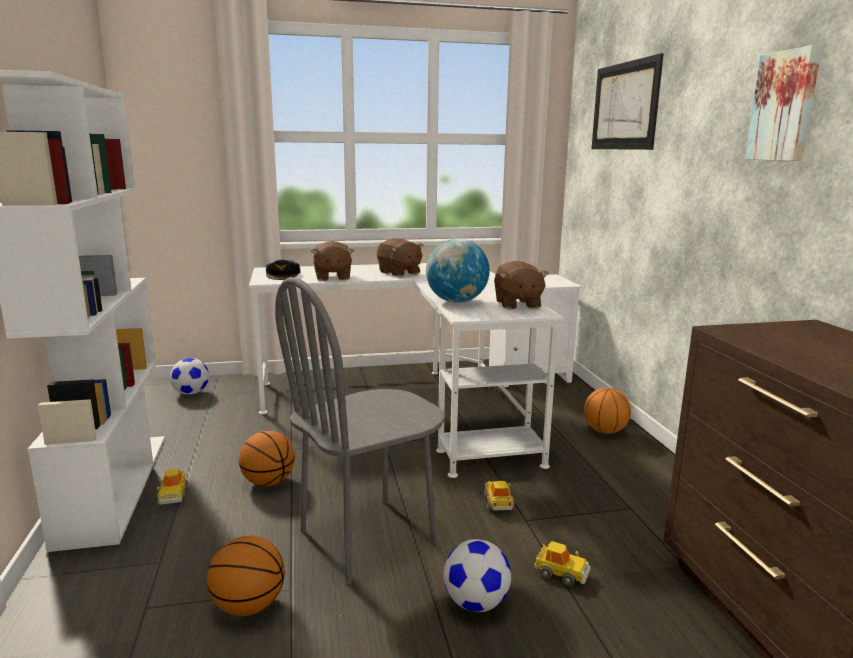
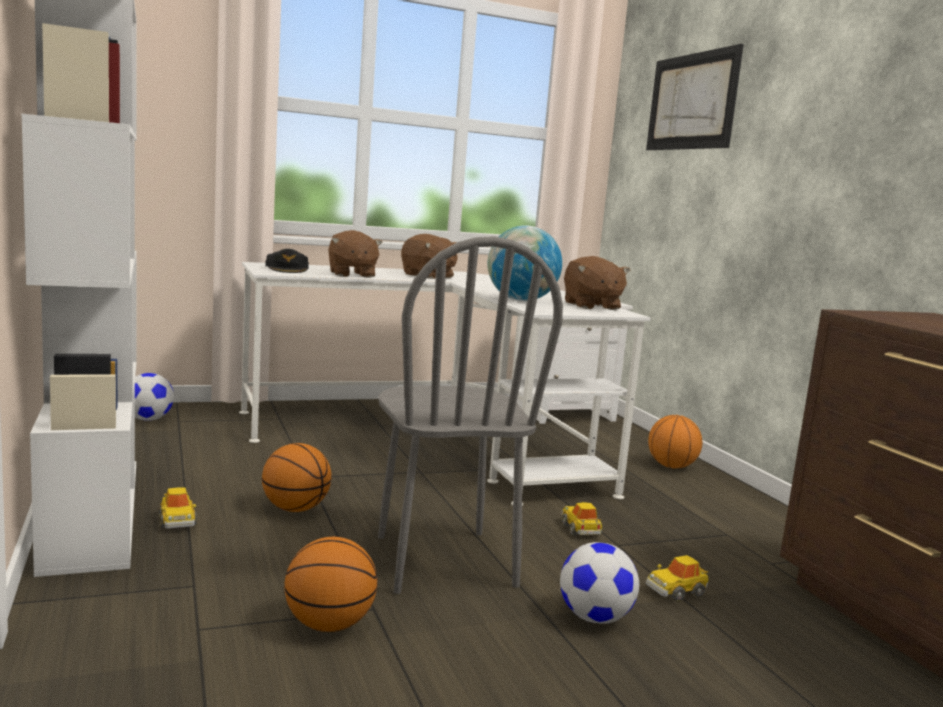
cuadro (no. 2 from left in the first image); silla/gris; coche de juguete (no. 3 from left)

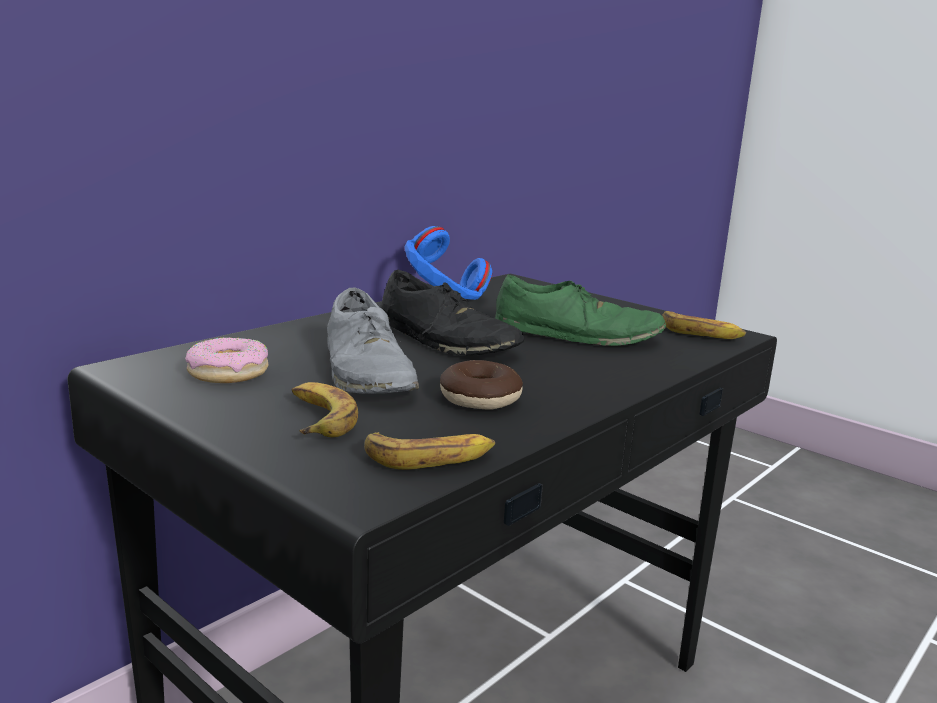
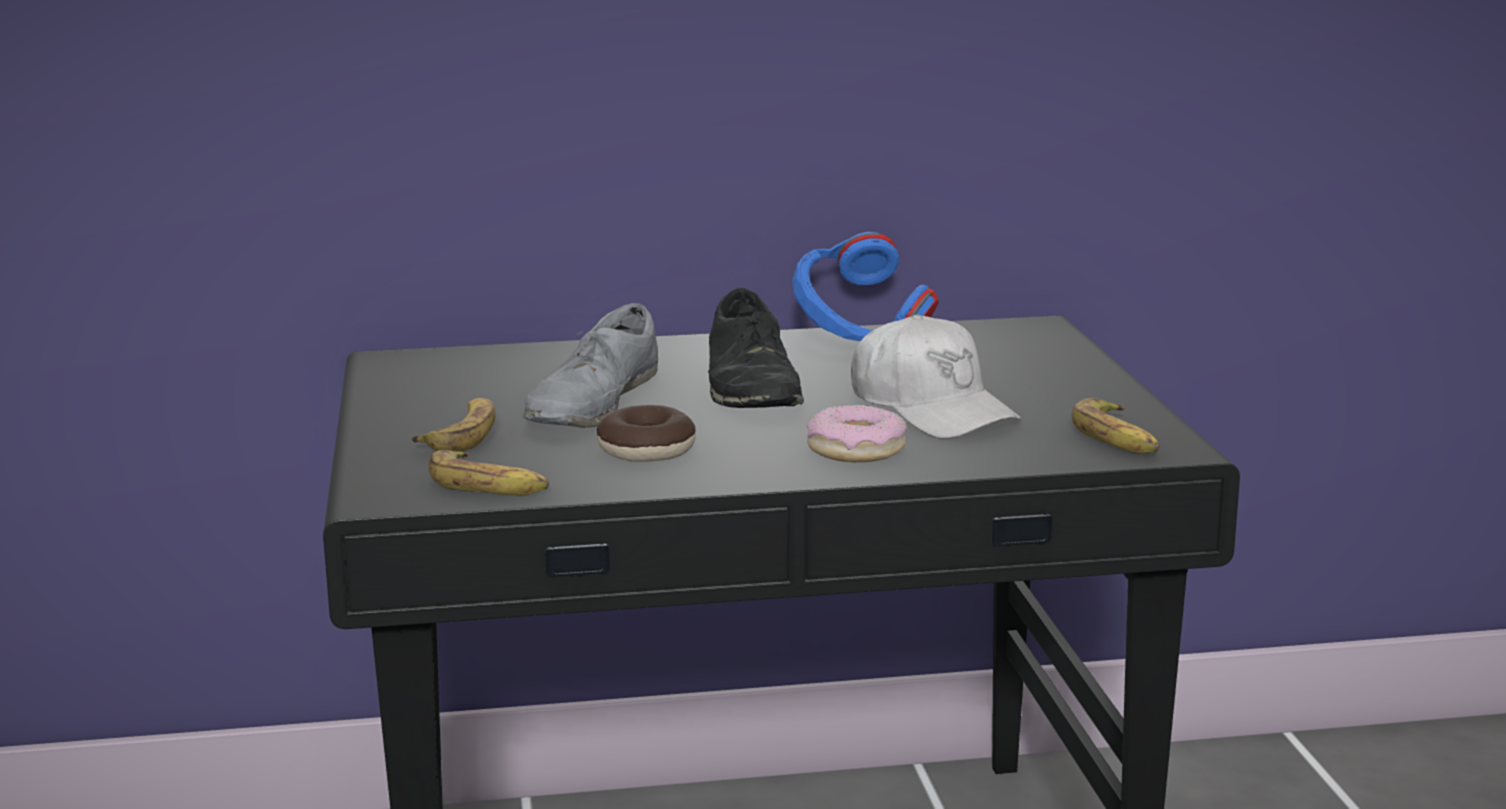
rosquilla (no. 2 from left); gorra/blanco

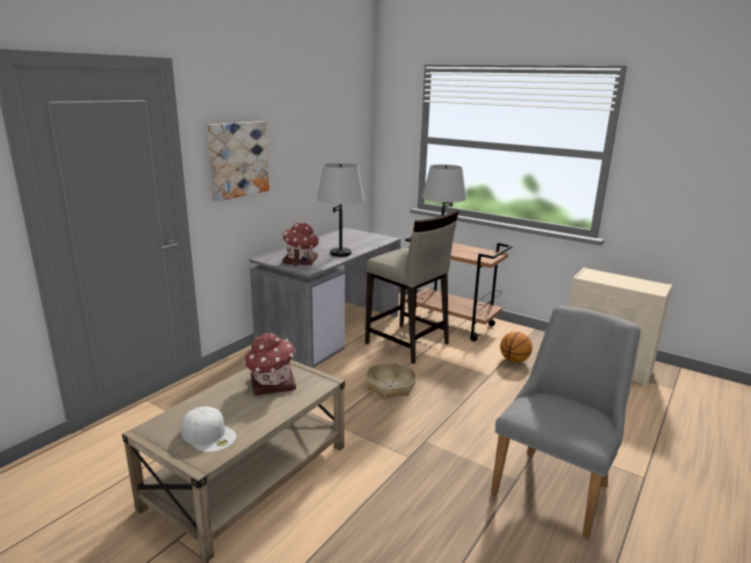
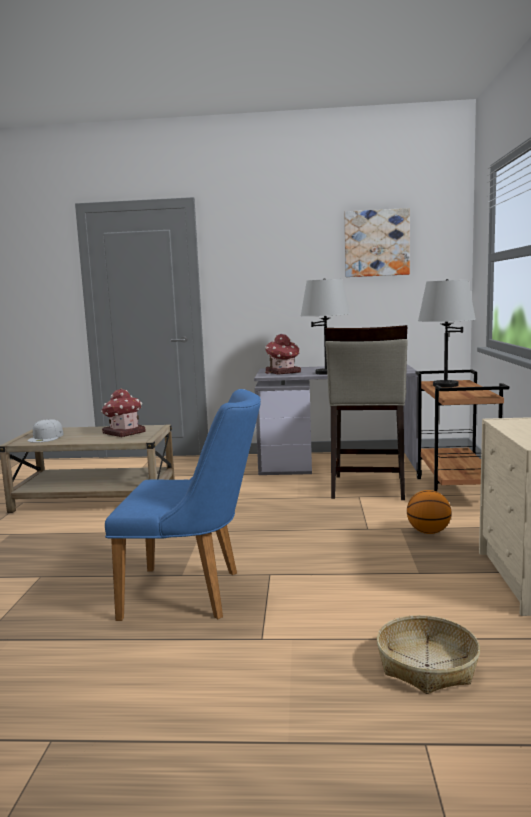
cuadro; cesta; silla/azul

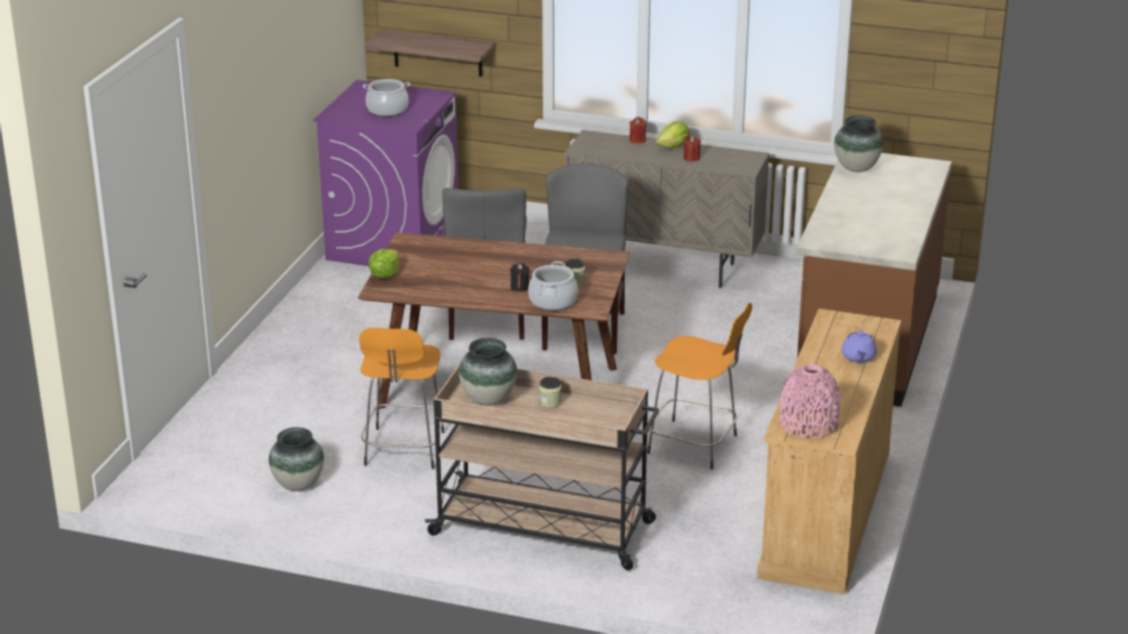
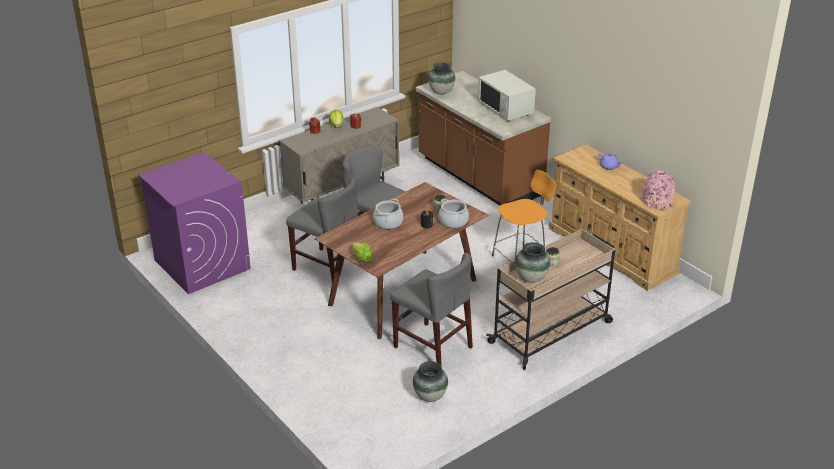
estante; microondas/blanco; olla (no. 1 from left); silla/gris (no. 3 from left)

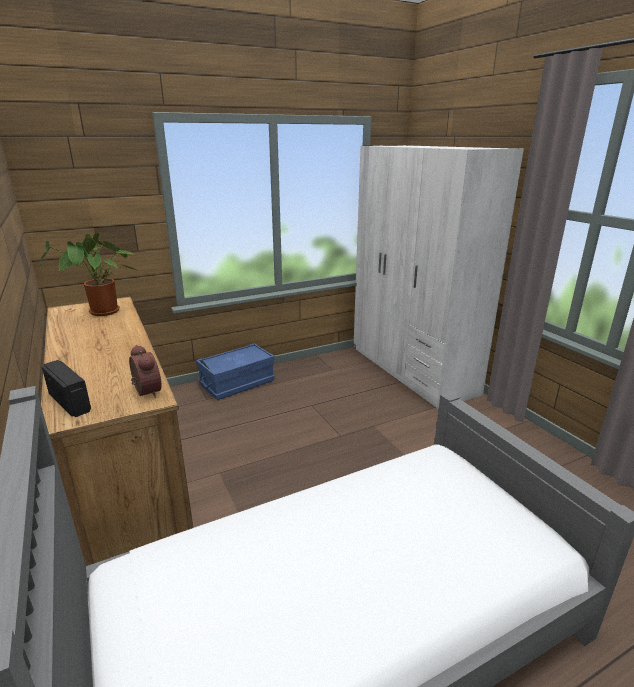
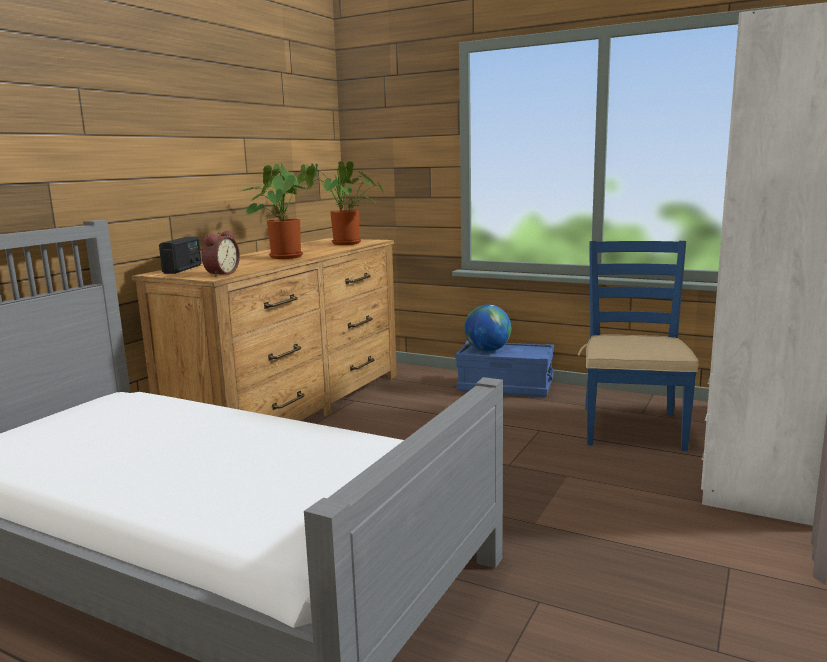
planta en maceta (no. 1 from left); globo terráqueo; silla/azul

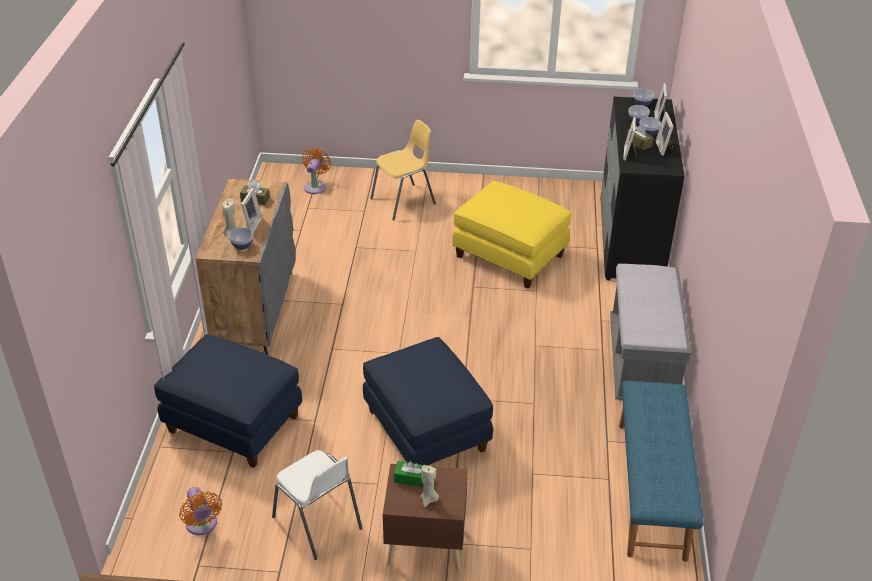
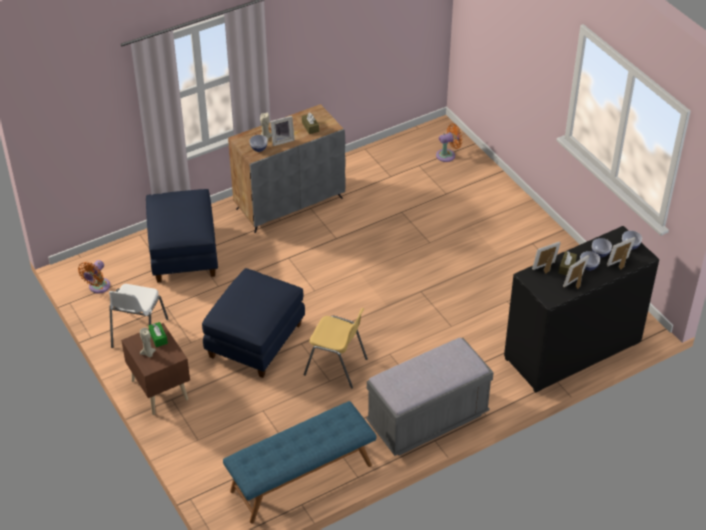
puf/amarillo; silla/amarillo

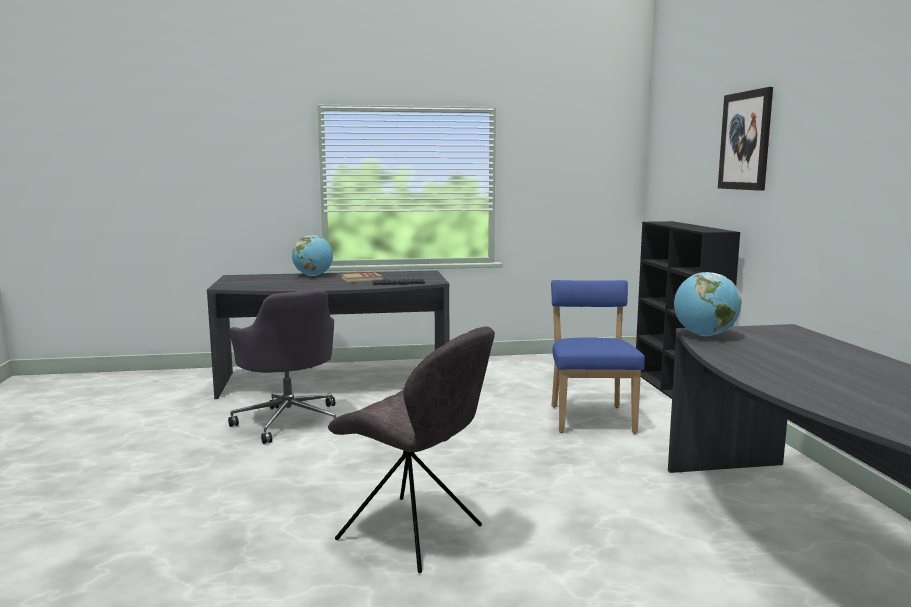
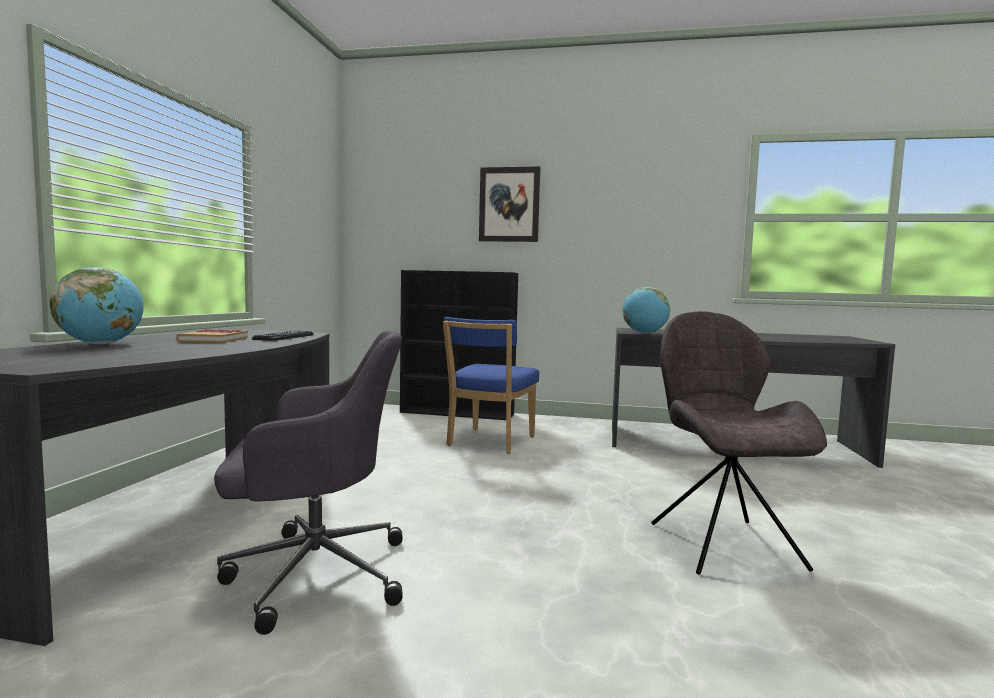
silla/gris; silla/azul

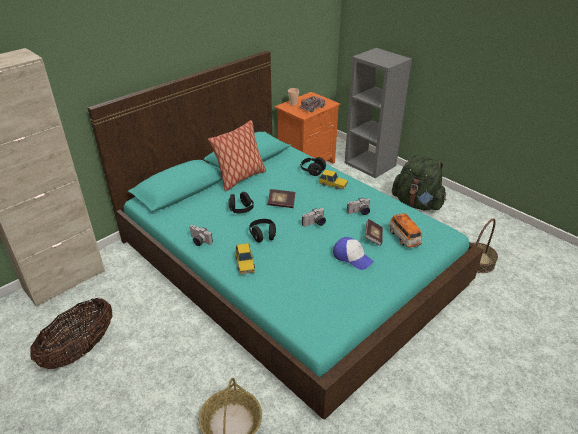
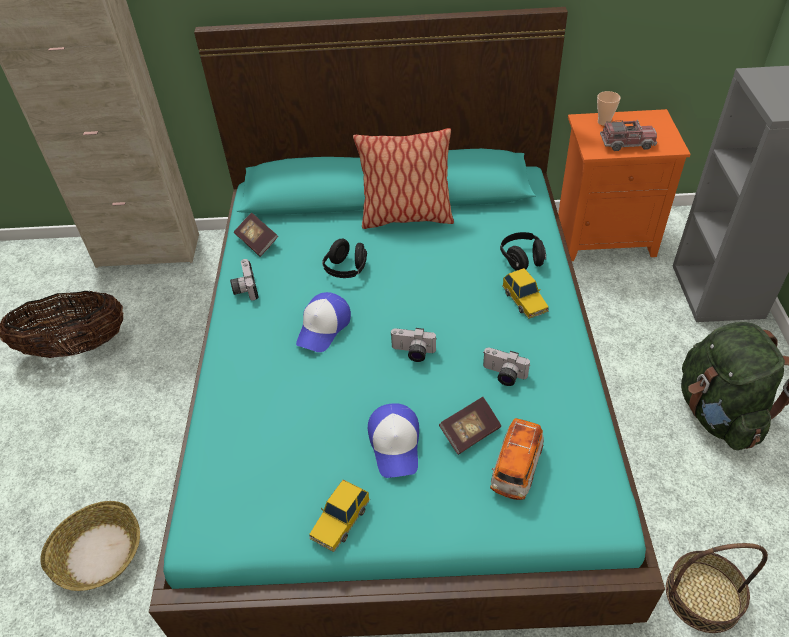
coche de juguete (no. 1 from left); libro (no. 1 from left); gorra (no. 1 from left)

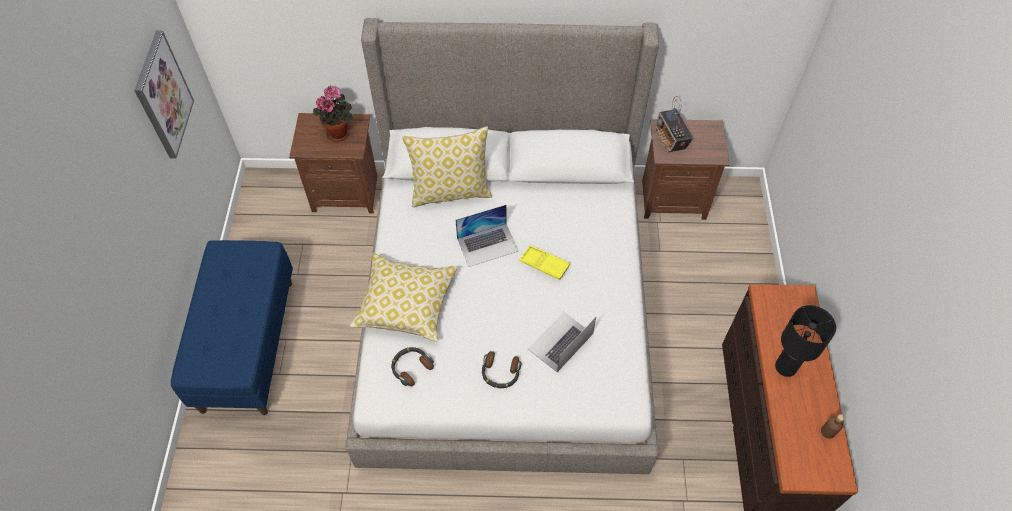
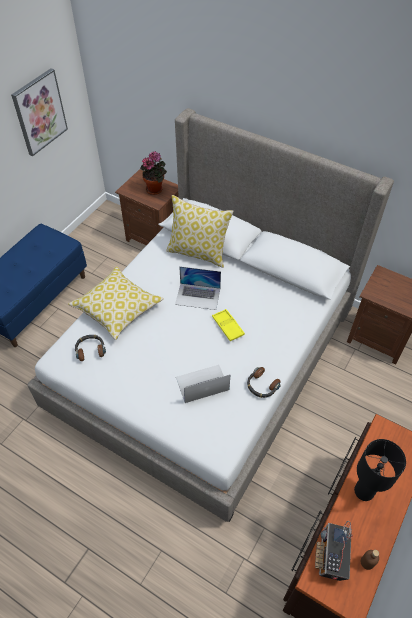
auriculares (no. 2 from left); radio

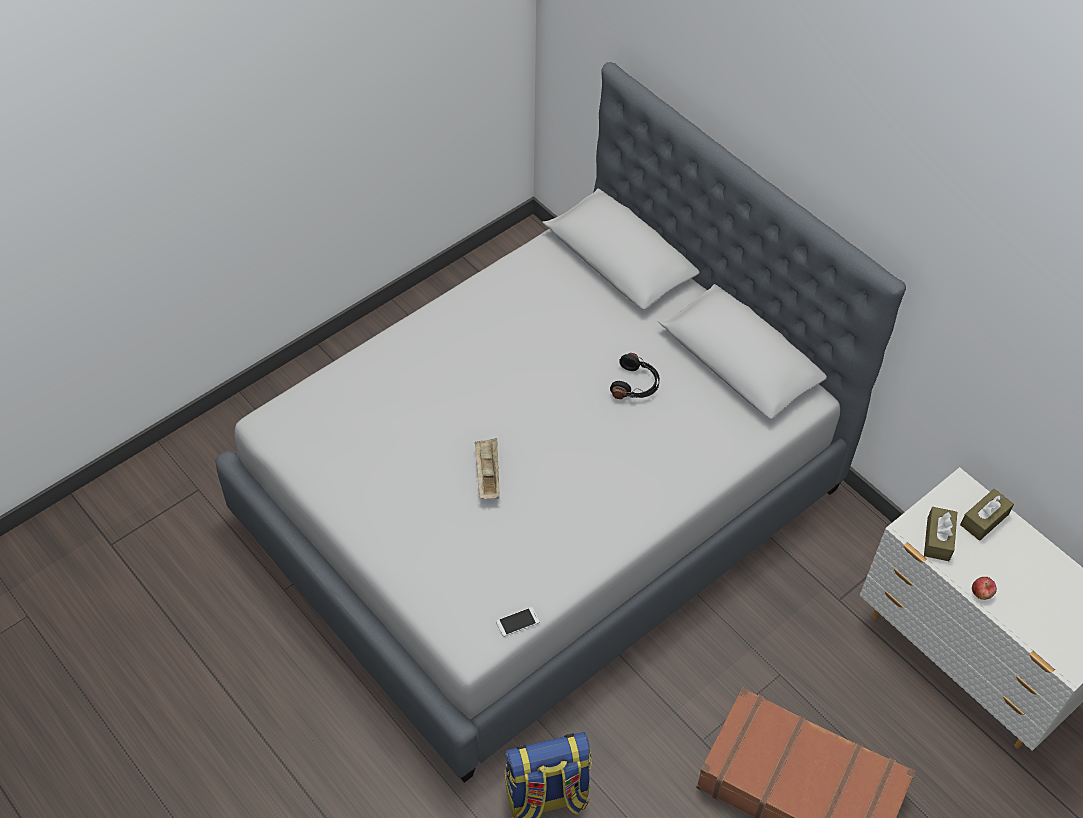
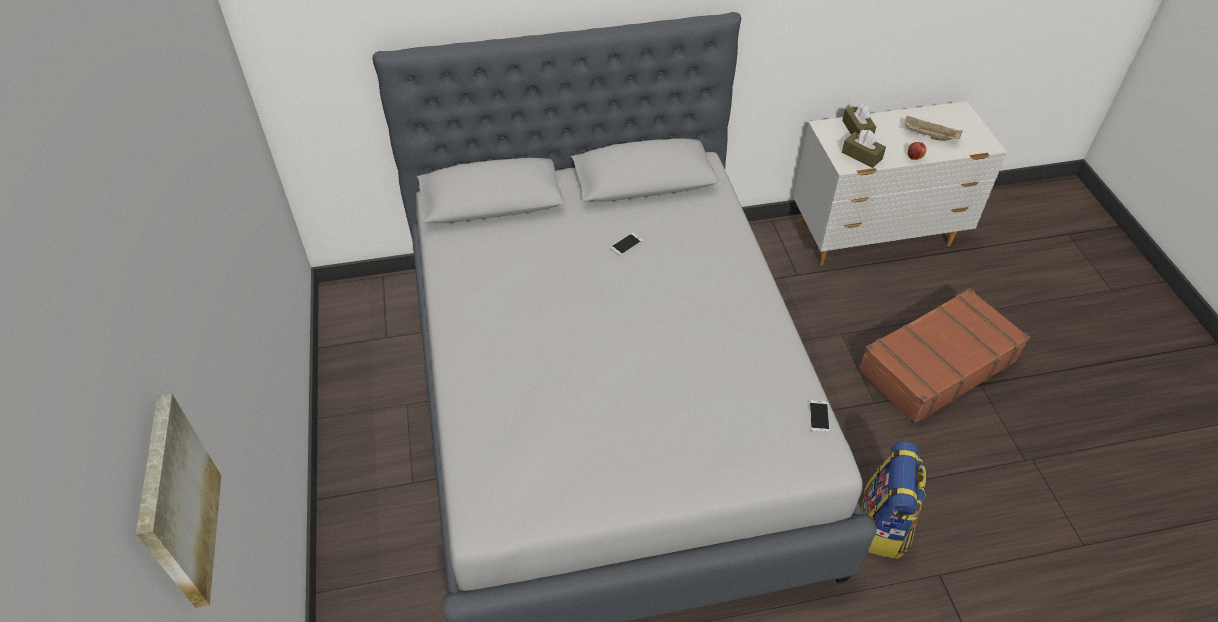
cuadro; bandeja/beis; móvil (no. 1 from left)

